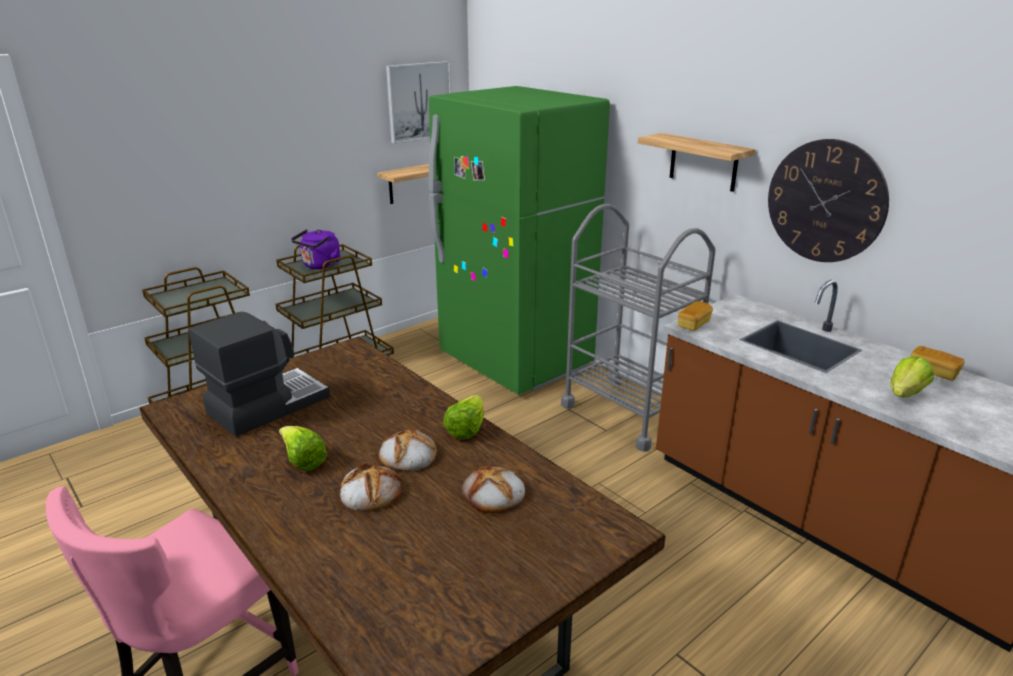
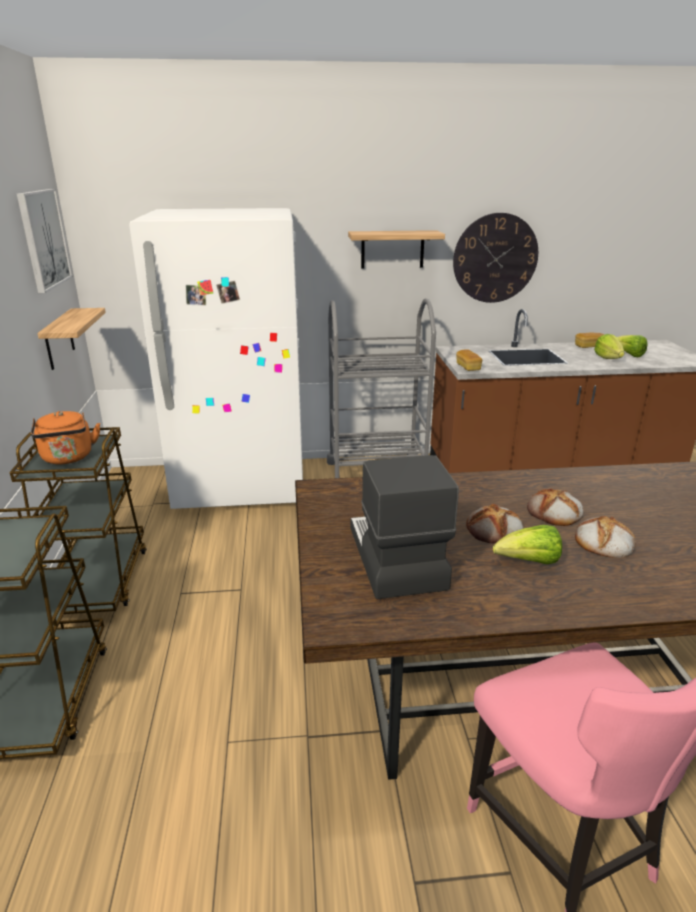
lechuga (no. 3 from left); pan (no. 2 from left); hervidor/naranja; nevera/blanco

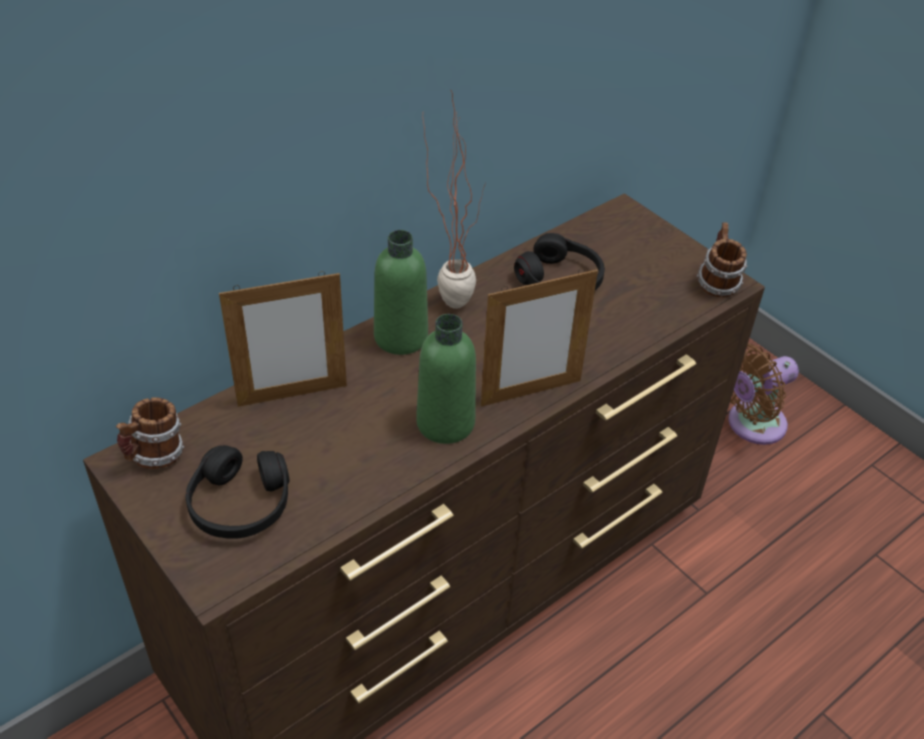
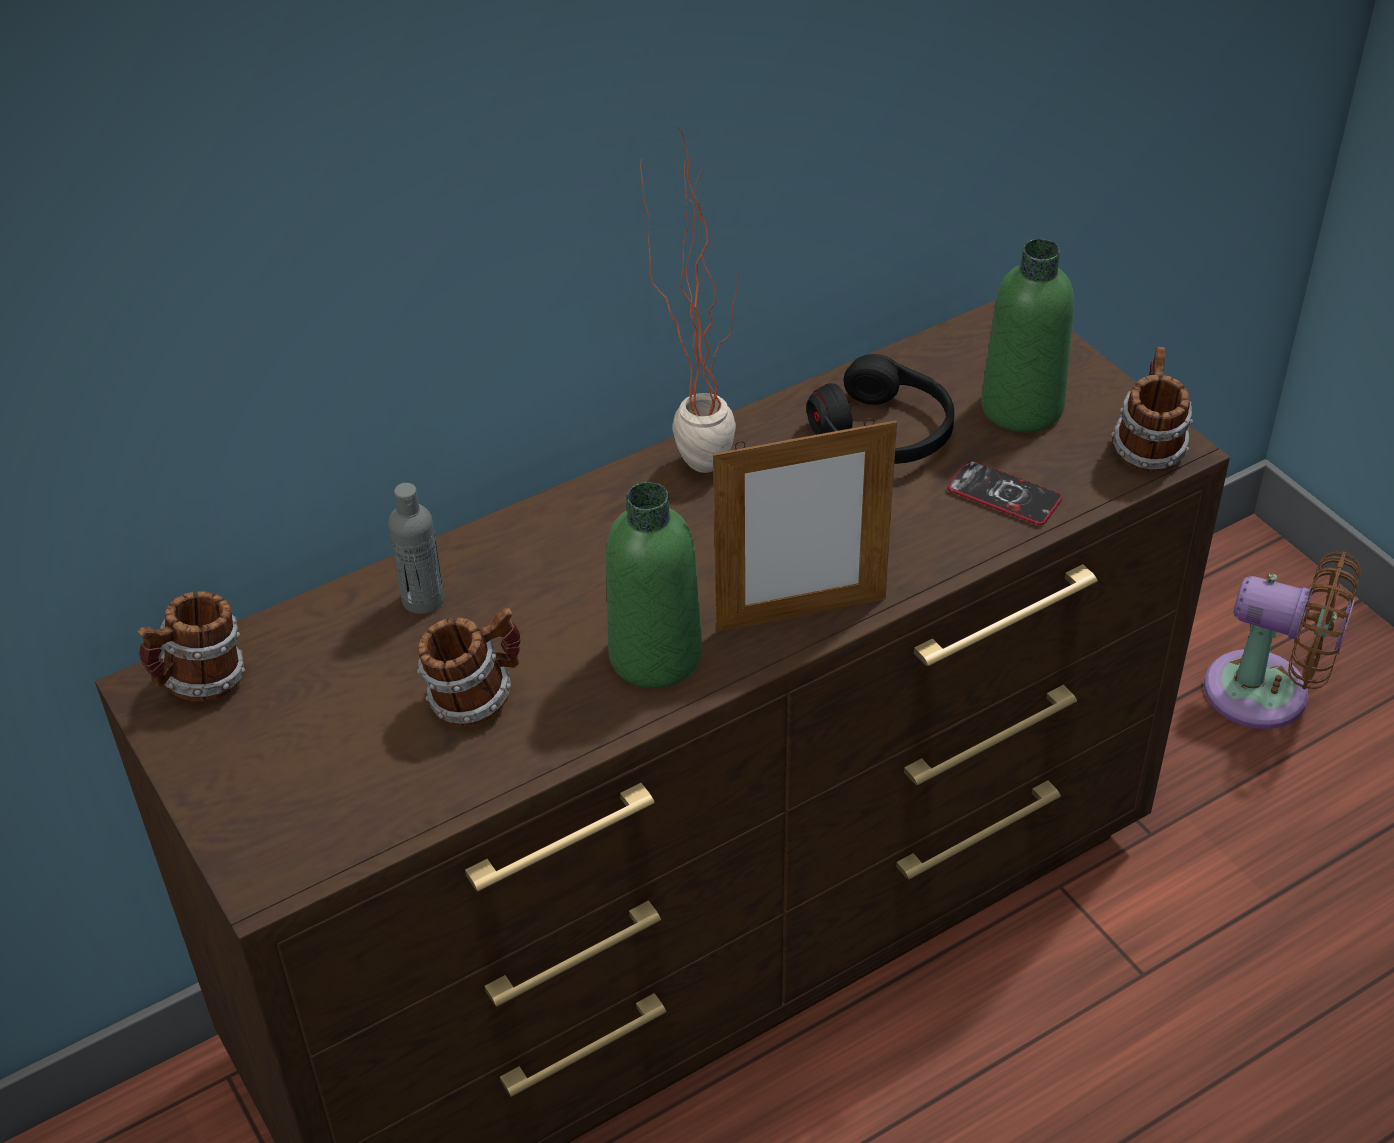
auriculares/negro (no. 1 from left in the first image); taza grande (no. 2 from left); móvil; botella/verde (no. 2 from left); botella/gris; ventilador/marrón

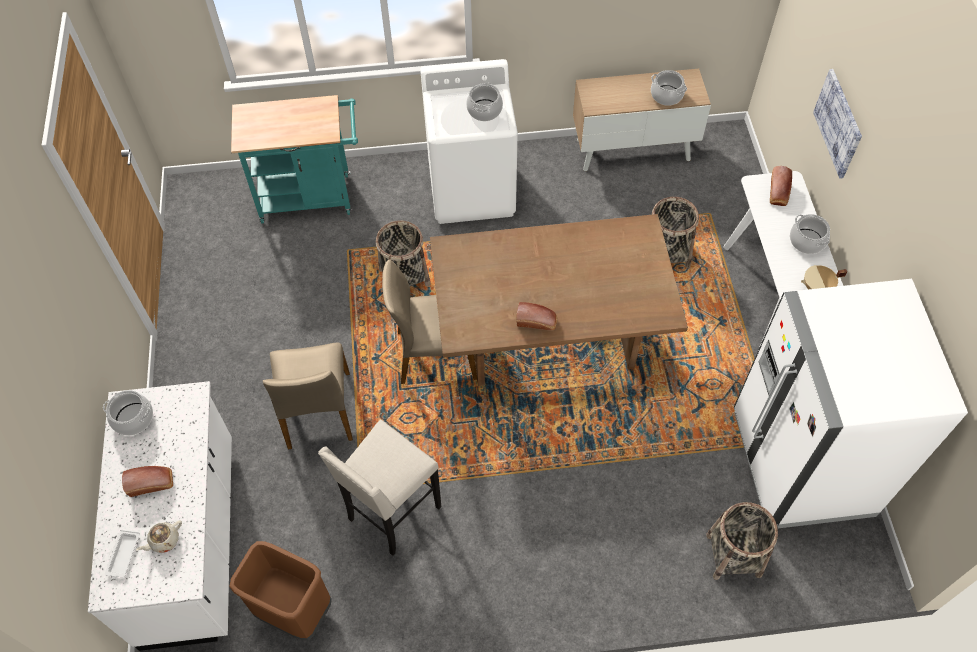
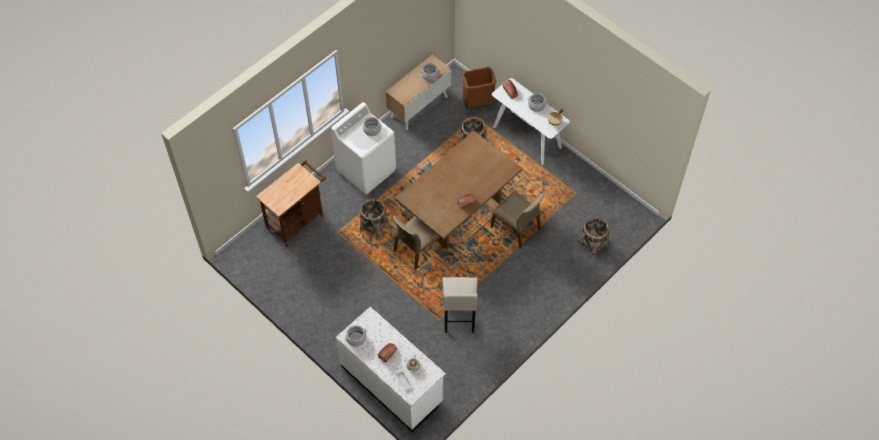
nevera/blanco; cuadro; papelera/marrón; silla/beis (no. 2 from left); carrito/marrón

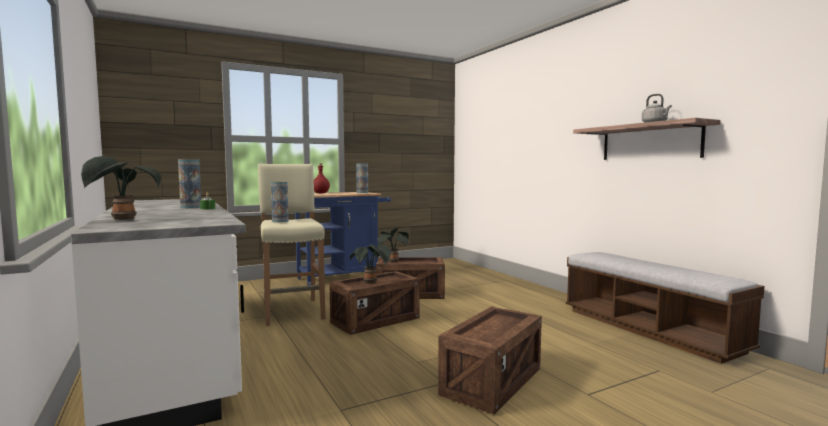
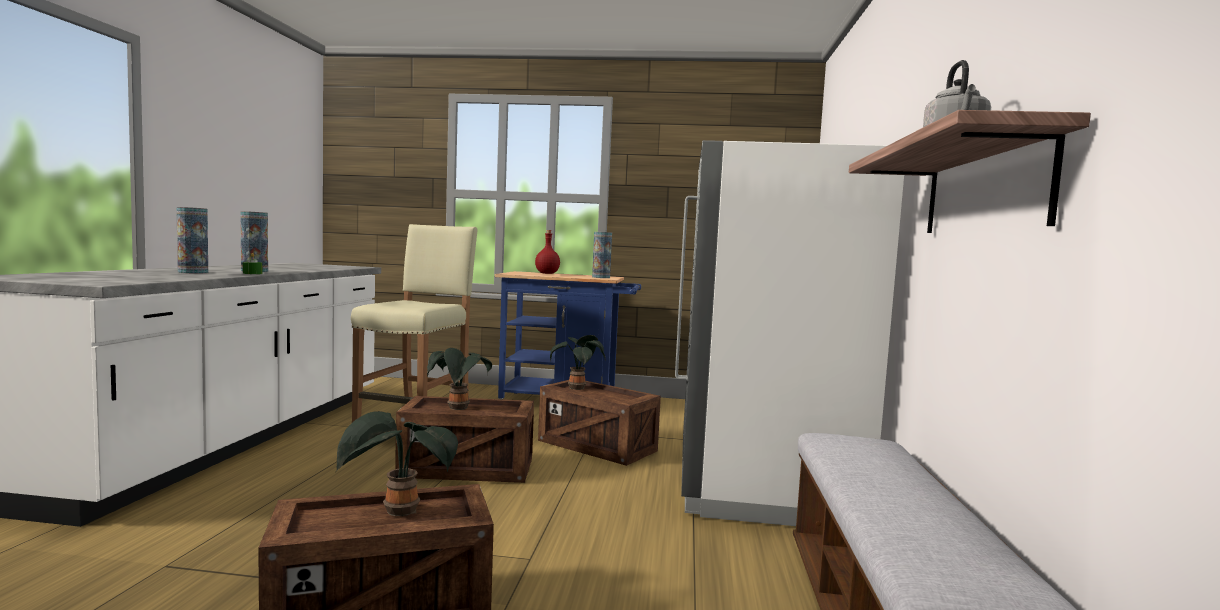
nevera/blanco; planta en maceta (no. 1 from left); florero (no. 1 from left)

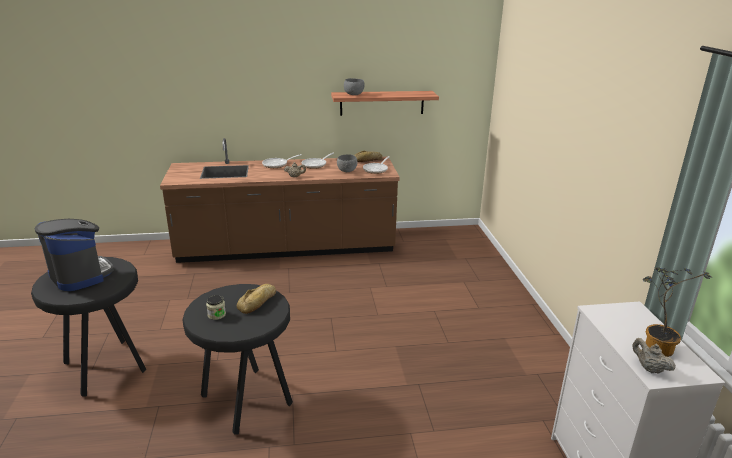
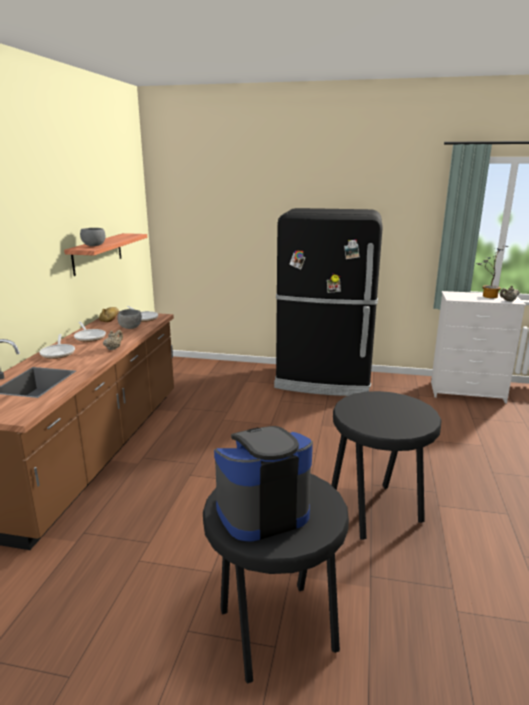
tarro; pan (no. 1 from left in the first image); nevera/negro

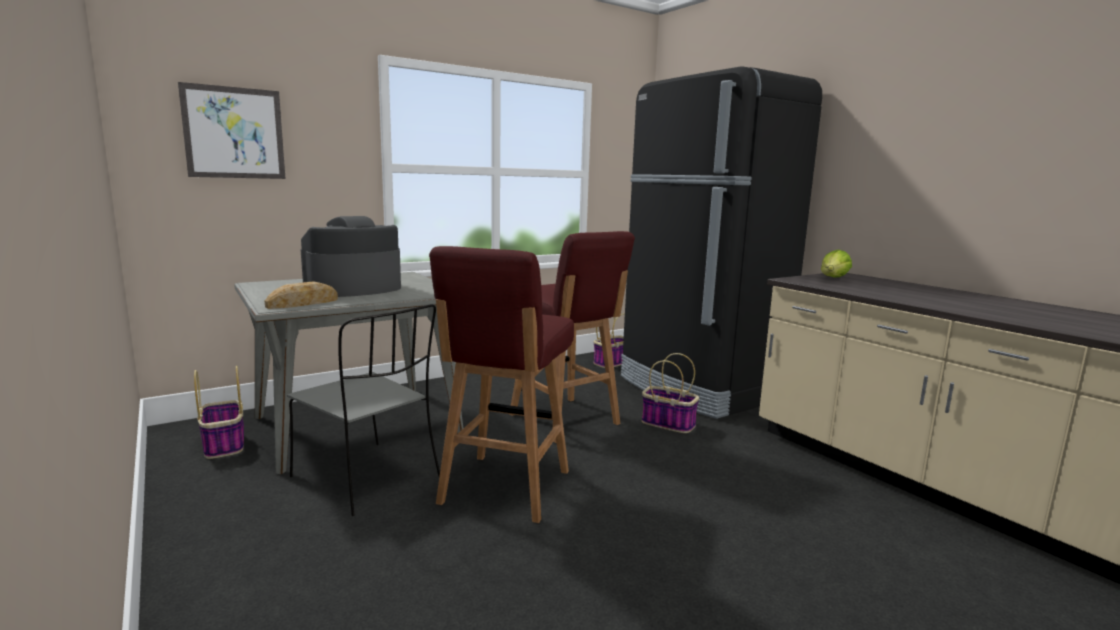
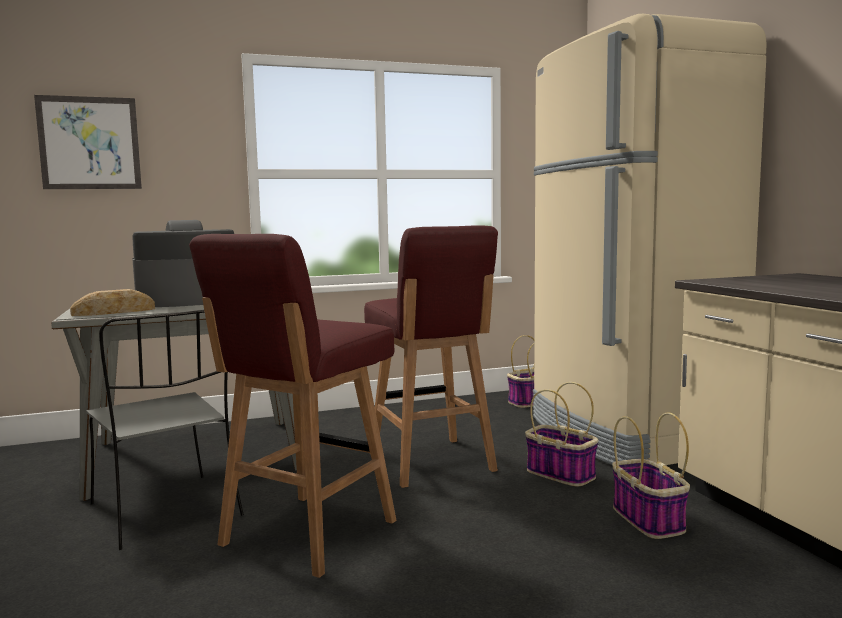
lechuga; cesta (no. 3 from left); nevera/beis

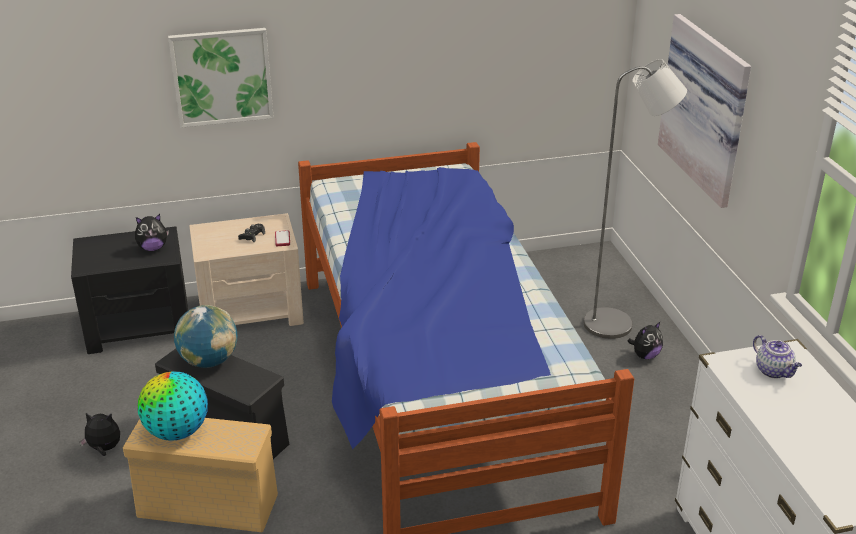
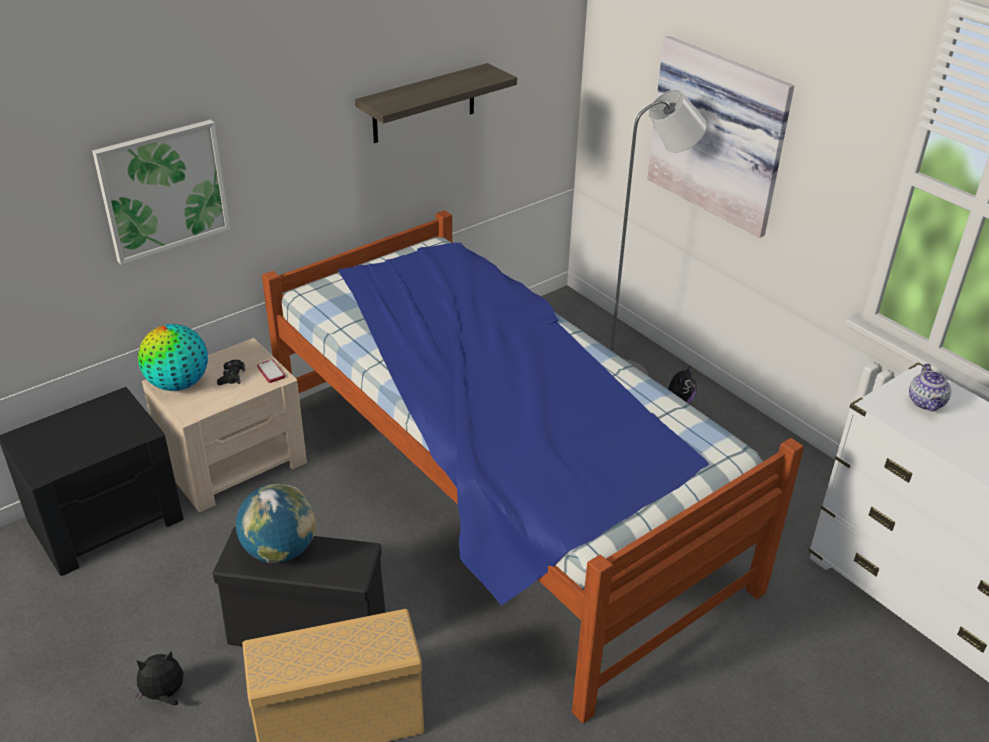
peluche (no. 2 from left in the first image); estante; globo terráqueo (no. 1 from left); tetera

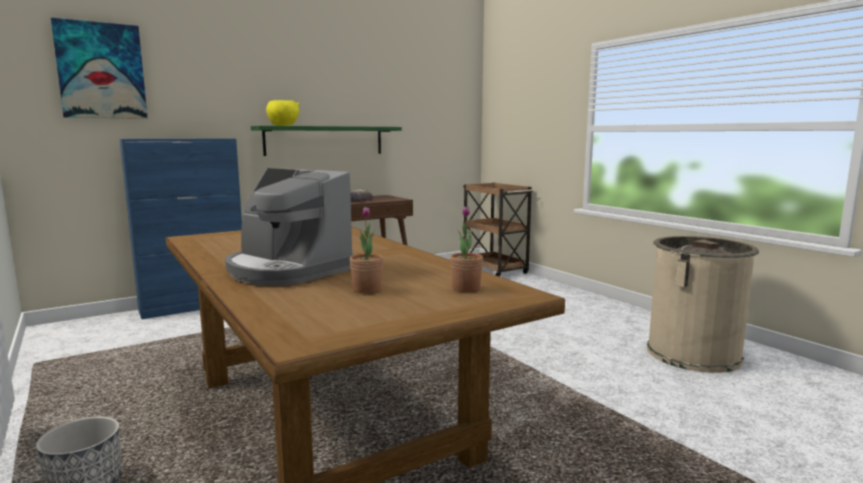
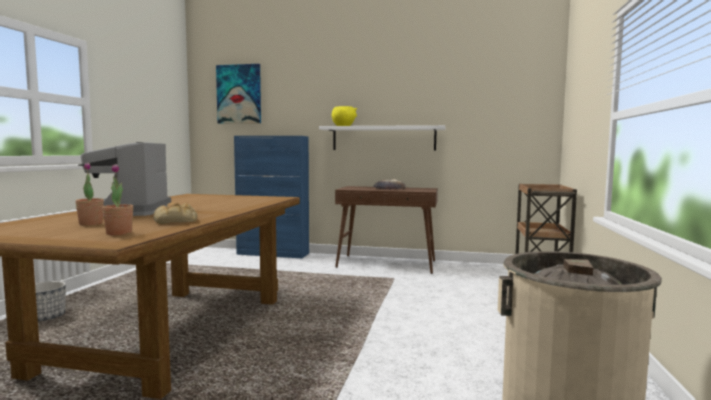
pan (no. 1 from left); estante/blanco

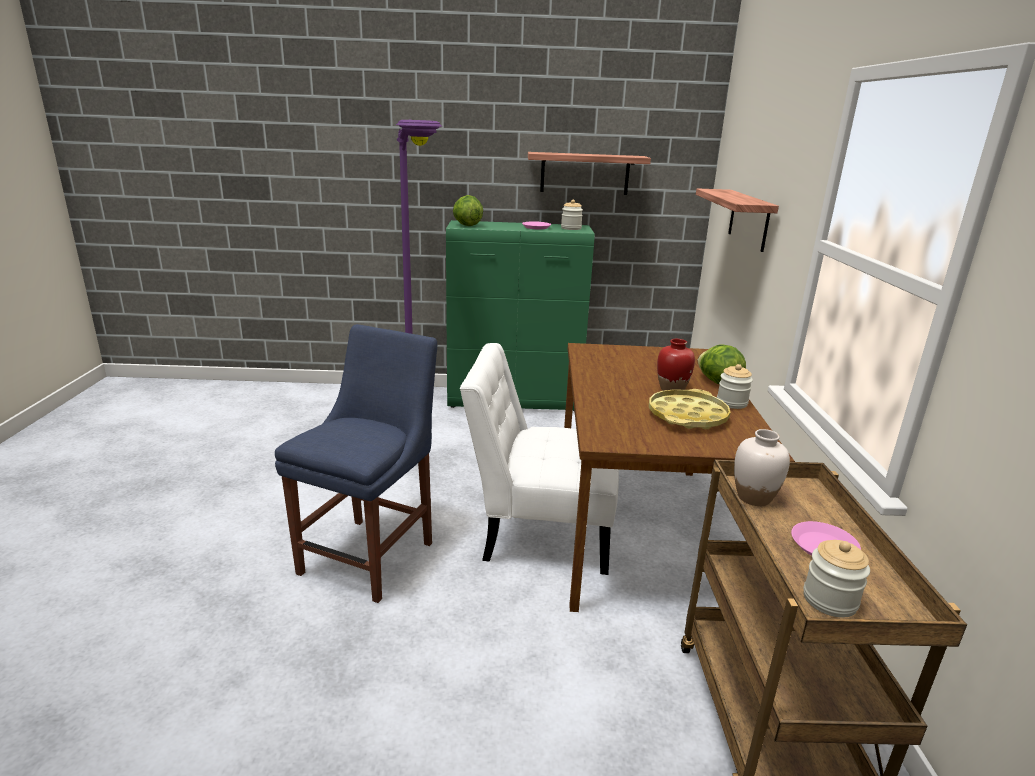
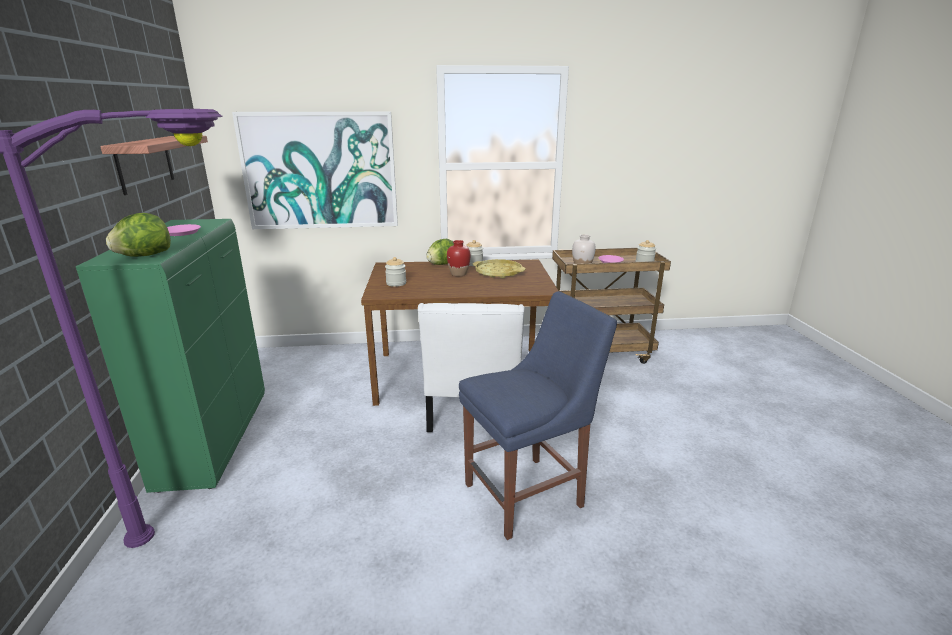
tarro (no. 1 from left); cuadro; silla/azul

